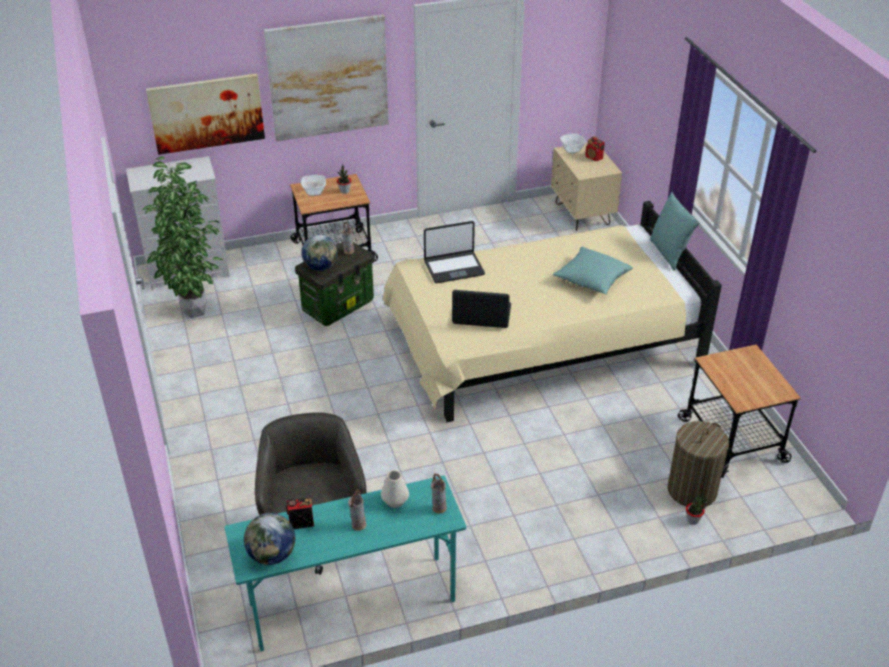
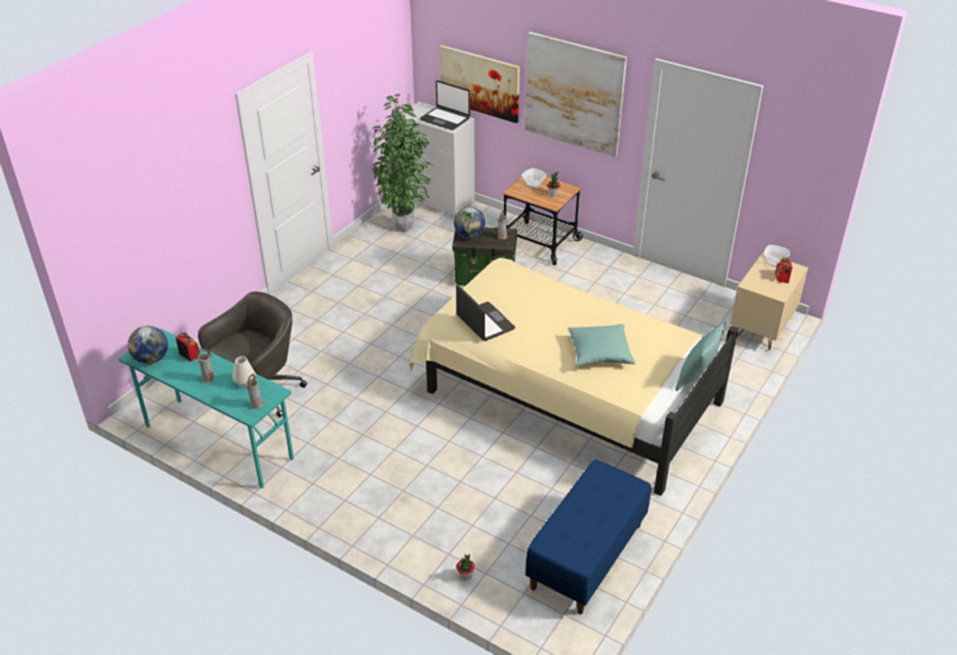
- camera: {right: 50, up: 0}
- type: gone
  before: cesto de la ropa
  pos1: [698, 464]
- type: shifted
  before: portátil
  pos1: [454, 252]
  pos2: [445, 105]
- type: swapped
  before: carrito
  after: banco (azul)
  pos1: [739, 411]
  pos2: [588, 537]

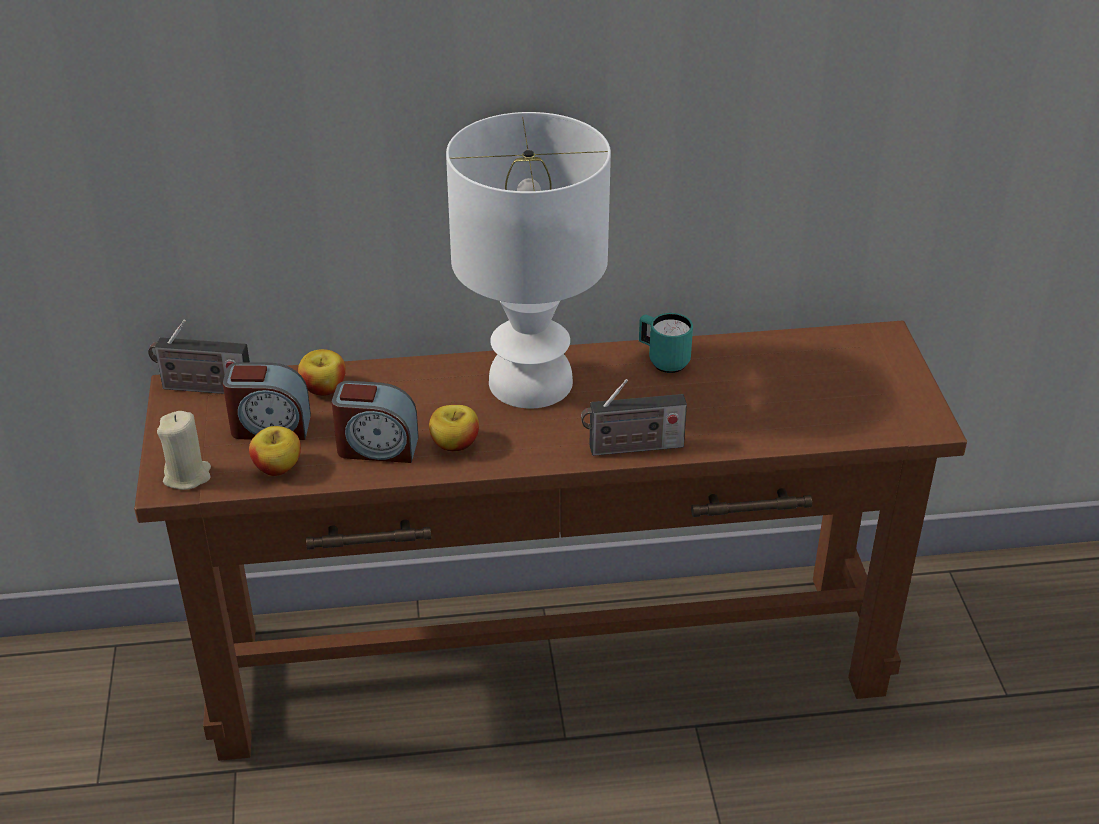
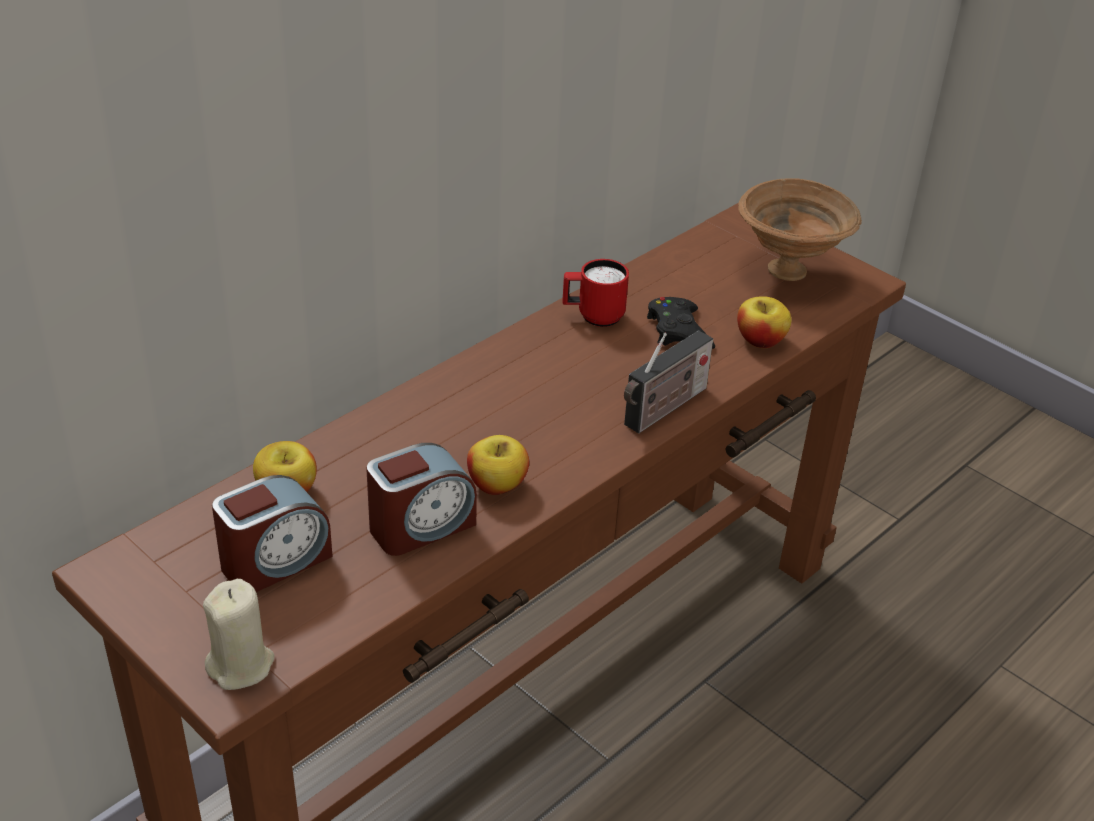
- camera: {right: -40, up: 0}
- type: gone
  before: radio
  pos1: [199, 357]
- type: gone
  before: lámpara de mesa (blanco)
  pos1: [528, 260]
- type: new
  after: mando de consola (negro)
  pos2: [681, 323]
- type: new
  after: cuenco (marrón)
  pos2: [800, 229]
- type: shifted
  before: manzana
  pos1: [275, 451]
  pos2: [764, 322]
- type: repainted
  before: taza grande (turquesa)
  after: taza grande (rojo)
  pos1: [666, 343]
  pos2: [595, 293]

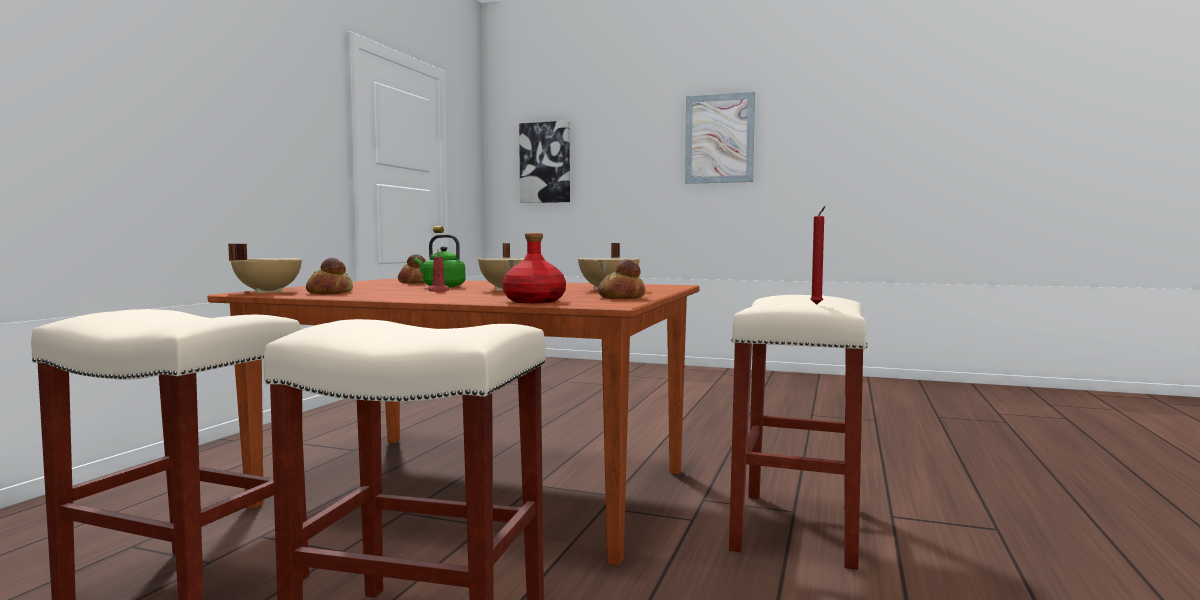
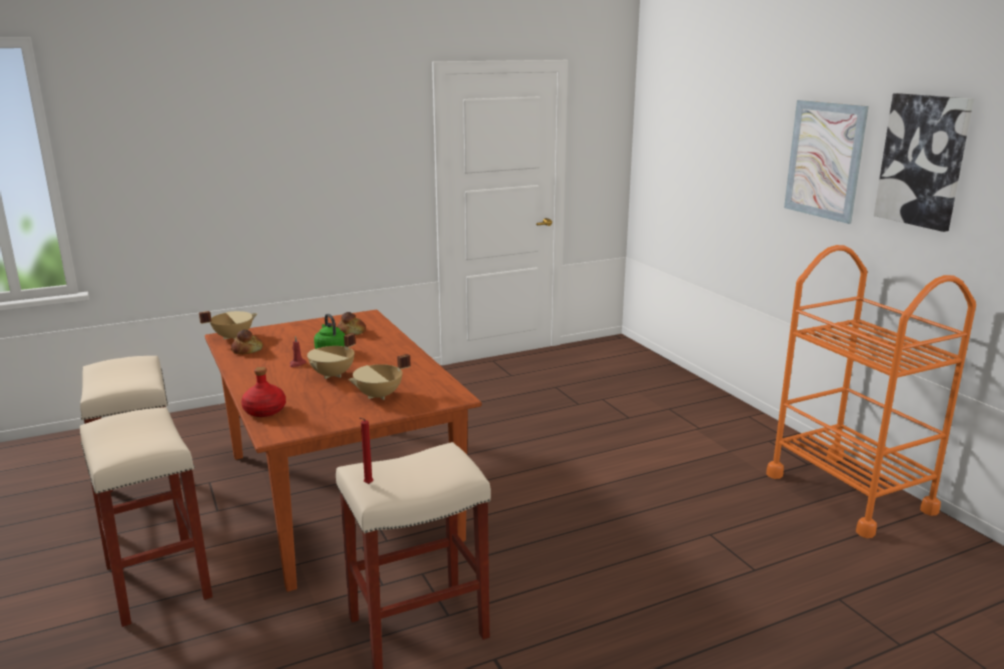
- camera: {right: 45, up: 15}
- type: gone
  before: pan
  pos1: [621, 279]
- type: new
  after: carrito (naranja)
  pos2: [871, 391]
- type: shifted
  before: cuadro
  pos1: [544, 162]
  pos2: [924, 162]

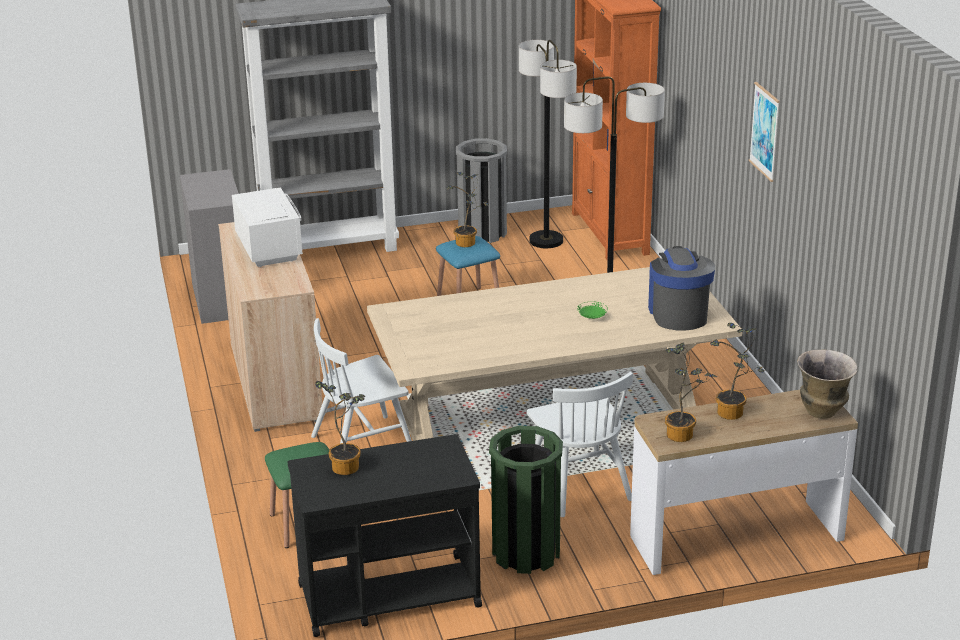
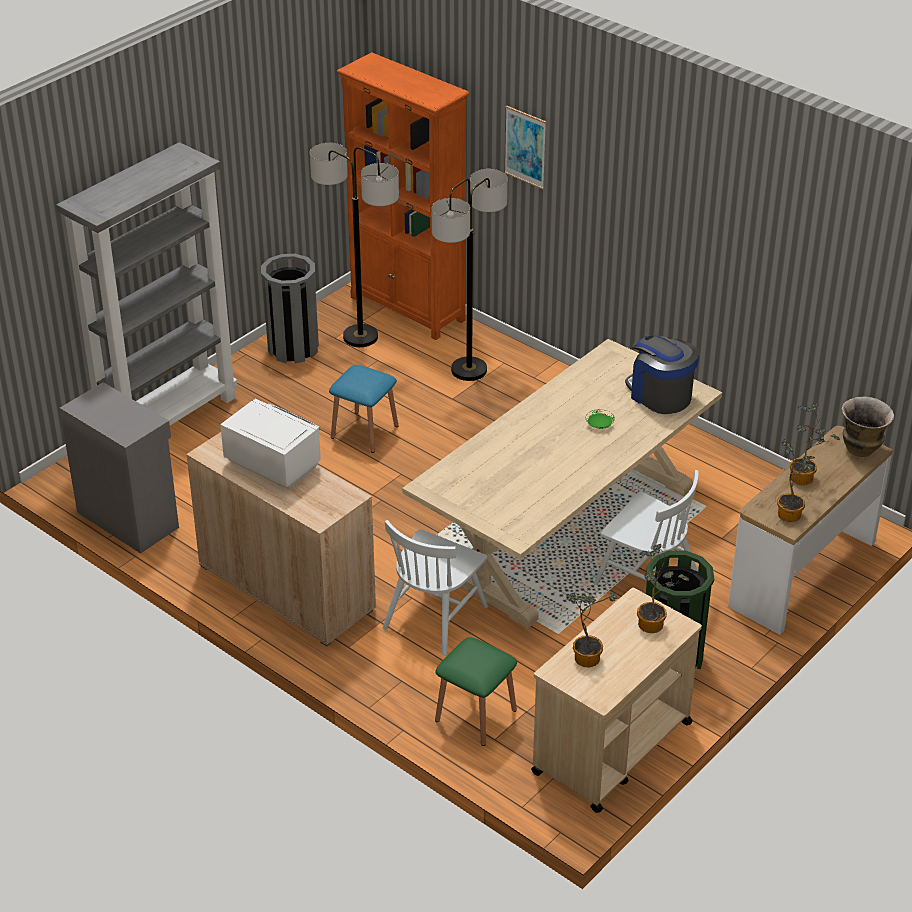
- camera: {right: -35, up: 10}
- type: shifted
  before: planta en maceta
  pos1: [467, 209]
  pos2: [663, 588]
- type: shifted
  before: cuadro
  pos1: [764, 132]
  pos2: [525, 148]
- type: repainted
  before: carrito (negro)
  after: carrito (beis)
  pos1: [385, 535]
  pos2: [616, 700]

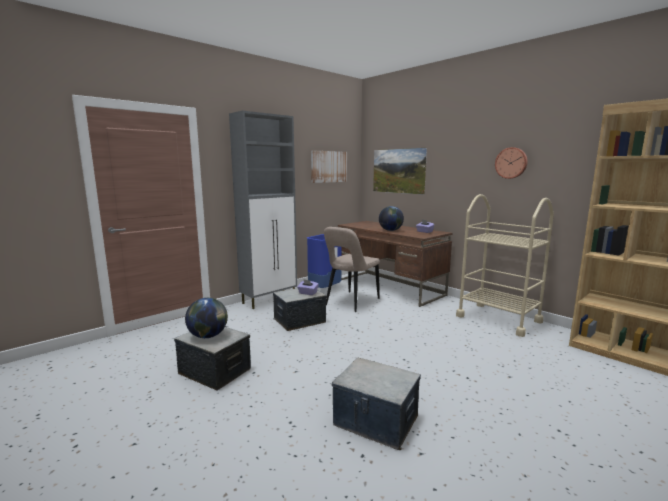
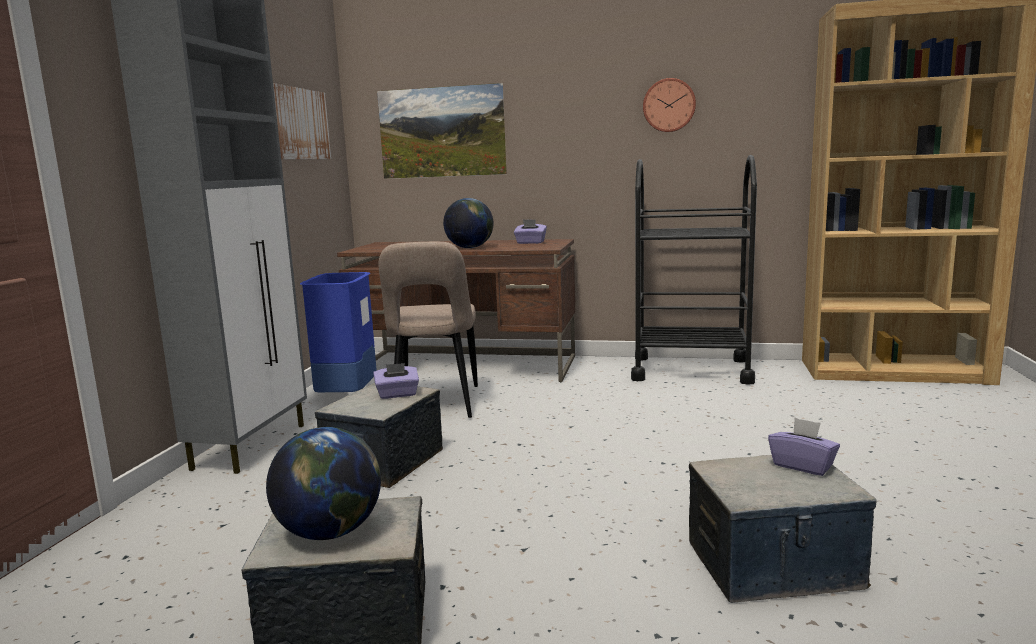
- camera: {right: -35, up: 0}
- type: new
  after: caja de pañuelos (morado)
  pos2: [804, 447]
- type: repainted
  before: carrito (beis)
  after: carrito (negro)
  pos1: [505, 265]
  pos2: [694, 270]

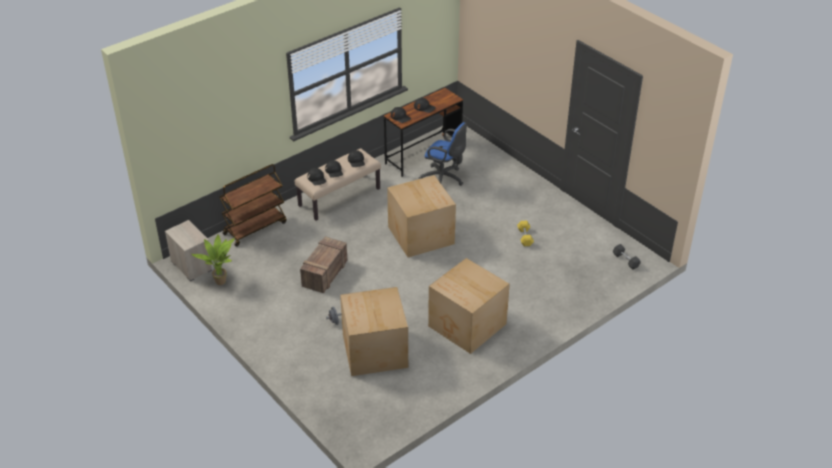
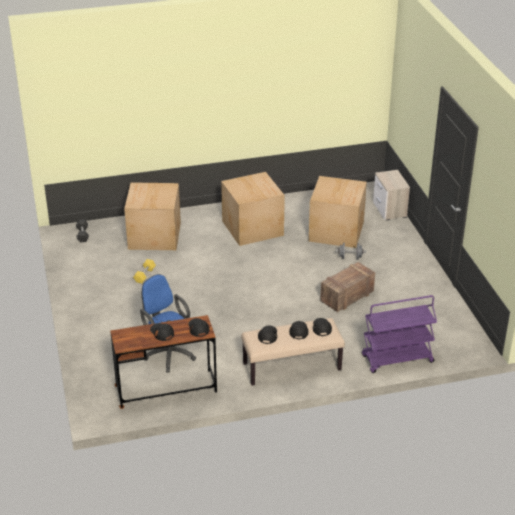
- camera: {right: -155, up: -5}
- type: gone
  before: planta en maceta
  pos1: [213, 259]
- type: shifted
  before: mesita de noche
  pos1: [189, 250]
  pos2: [391, 195]
- type: shifted
  before: caja de cartón
  pos1: [421, 216]
  pos2: [152, 216]
- type: repainted
  before: carrito (marrón)
  after: carrito (morado)
  pos1: [253, 205]
  pos2: [399, 334]

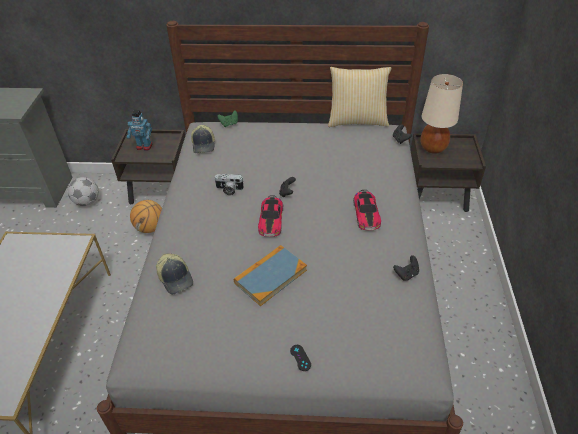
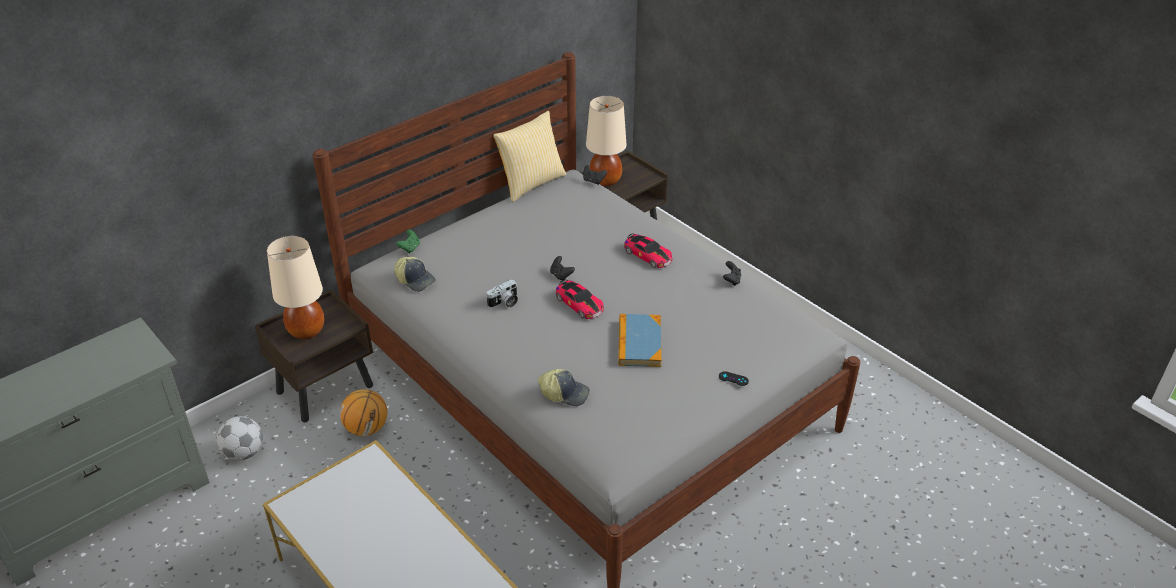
- camera: {right: -45, up: -5}
- type: swapped
  before: robot de juguete
  after: lámpara de mesa (beis)
  pos1: [140, 130]
  pos2: [295, 288]

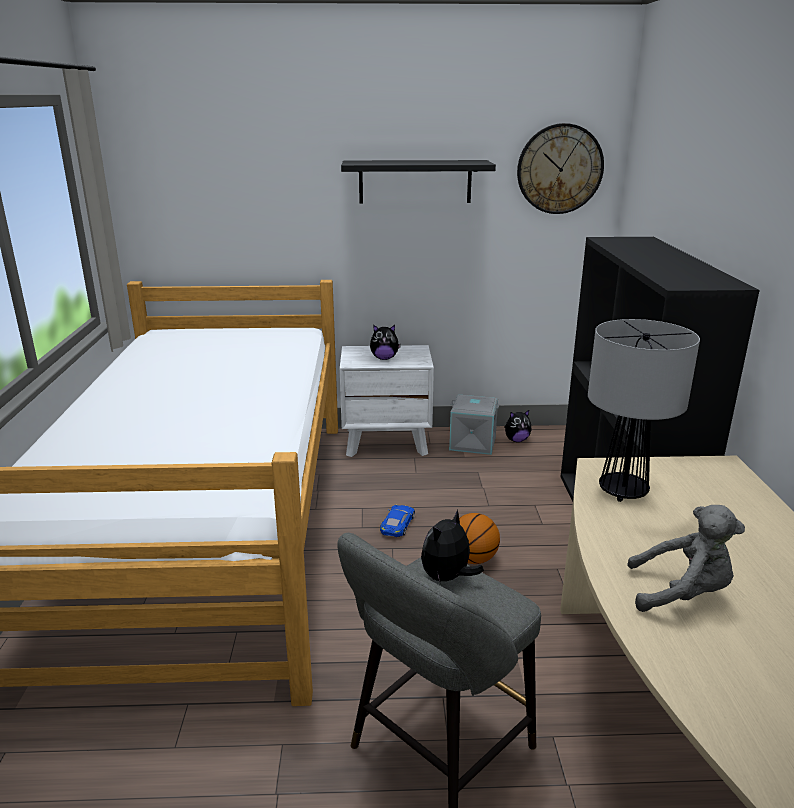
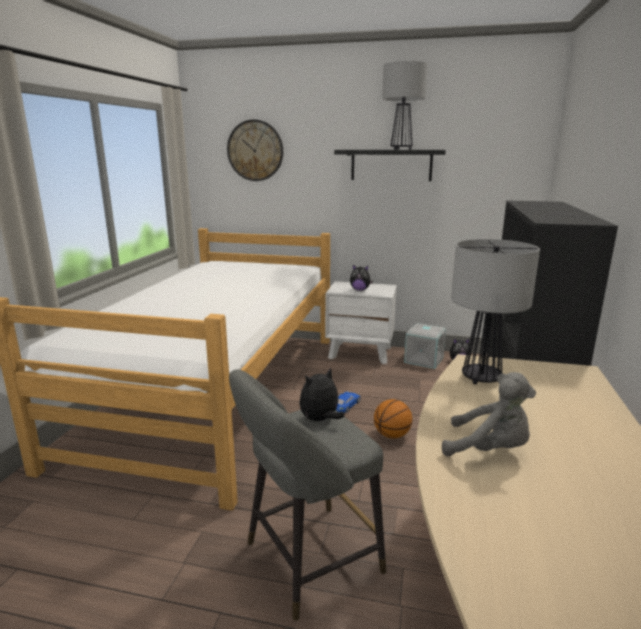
- camera: {right: 15, up: -5}
- type: new
  after: lámpara de mesa
  pos2: [405, 105]
- type: shifted
  before: reloj de pared
  pos1: [560, 168]
  pos2: [255, 150]

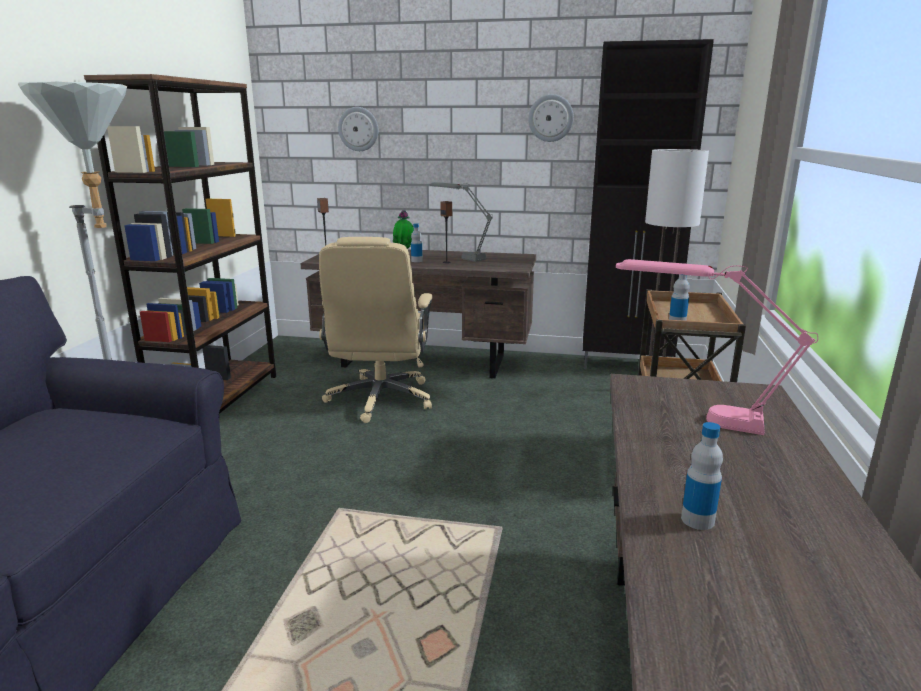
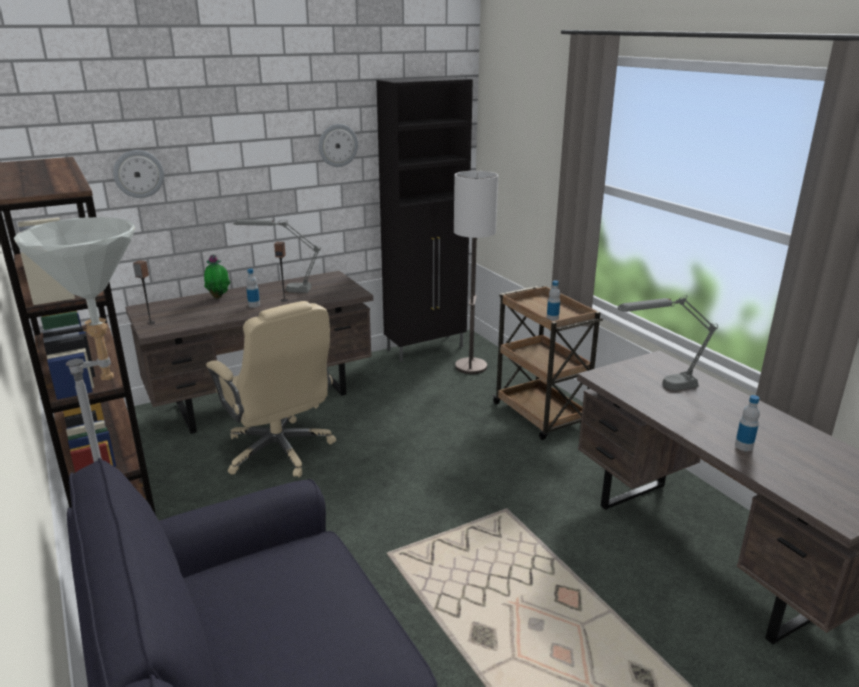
- camera: {right: -40, up: 5}
- type: repainted
  before: lámpara de mesa (rosa)
  after: lámpara de mesa (gris)
  pos1: [717, 347]
  pos2: [668, 342]

